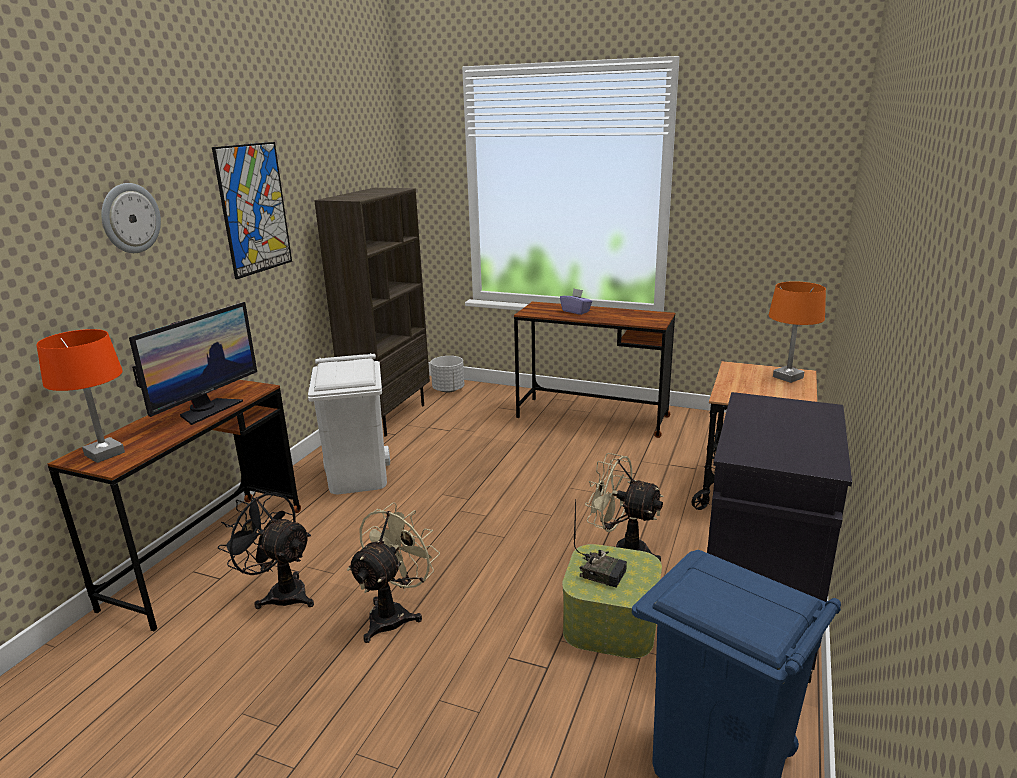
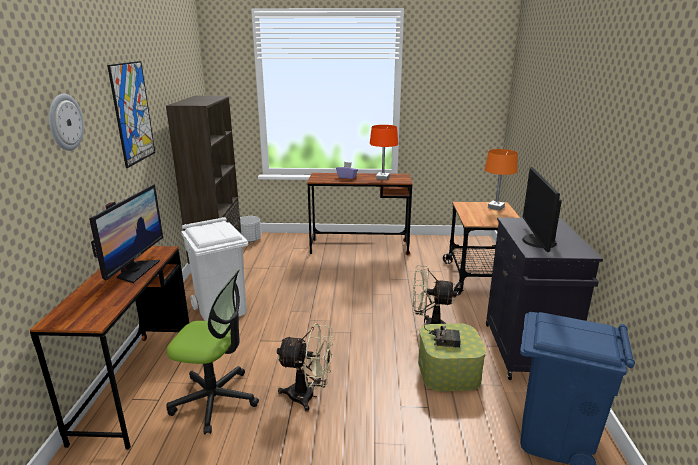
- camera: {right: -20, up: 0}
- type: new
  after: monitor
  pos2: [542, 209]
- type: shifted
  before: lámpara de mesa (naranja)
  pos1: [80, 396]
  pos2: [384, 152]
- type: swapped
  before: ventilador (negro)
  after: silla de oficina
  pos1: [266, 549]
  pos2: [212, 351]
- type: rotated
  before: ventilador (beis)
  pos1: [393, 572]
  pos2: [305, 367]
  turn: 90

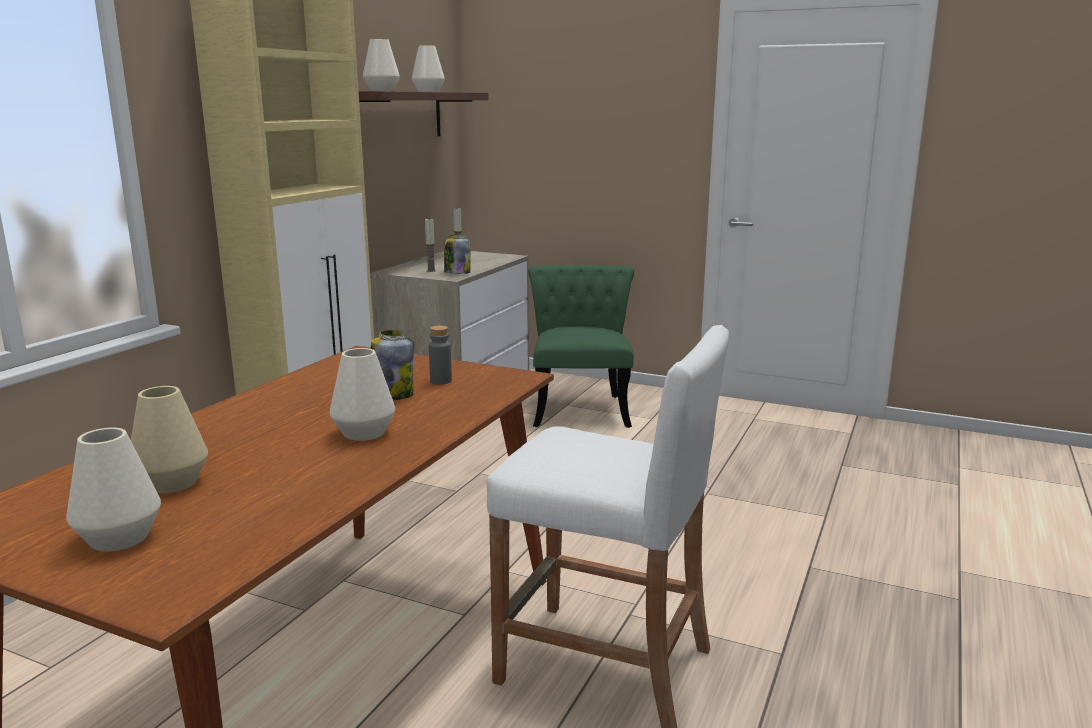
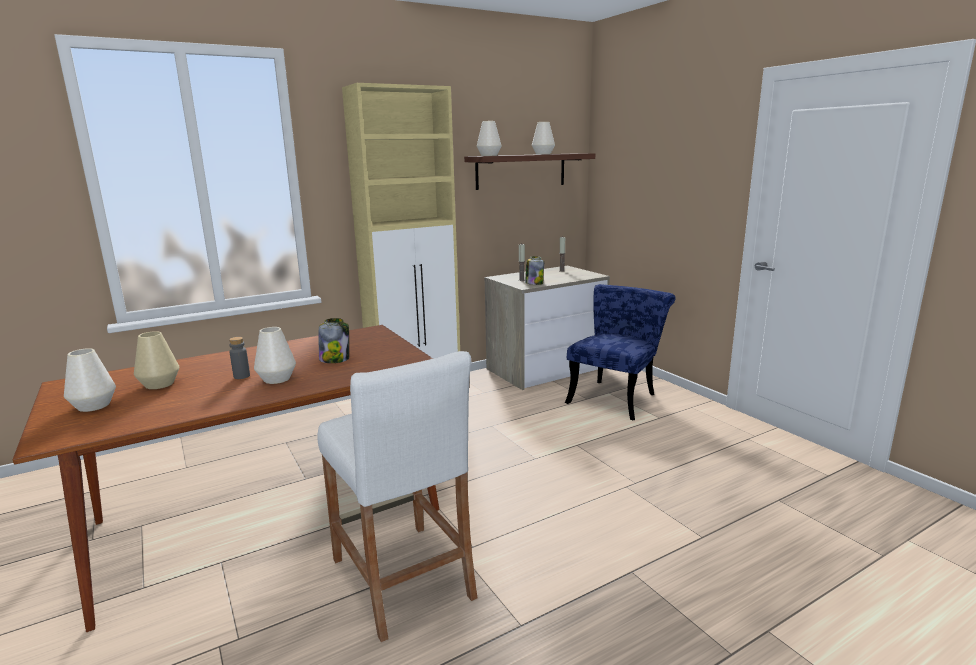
- camera: {right: 35, up: 0}
- type: shifted
  before: botella (gris)
  pos1: [440, 355]
  pos2: [239, 358]
- type: repainted
  before: silla (verde)
  after: silla (azul)
  pos1: [581, 346]
  pos2: [620, 352]

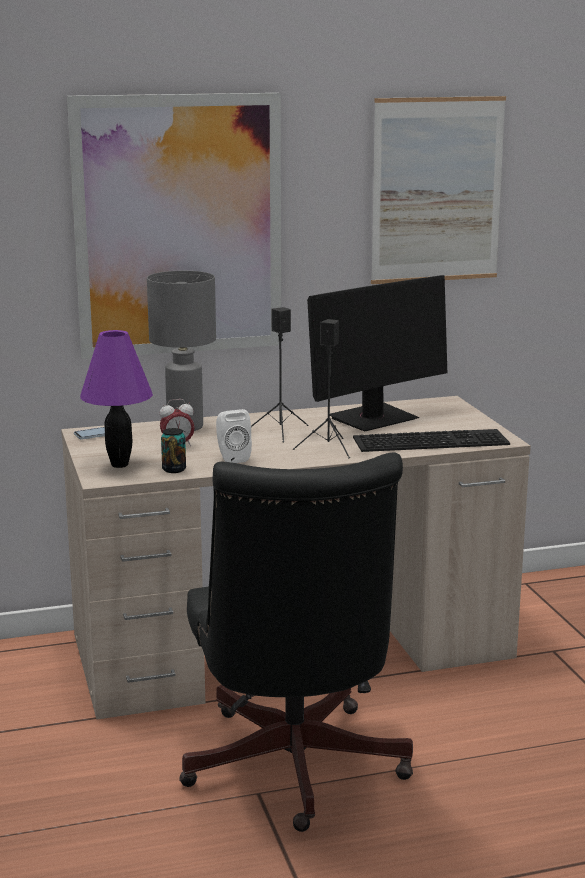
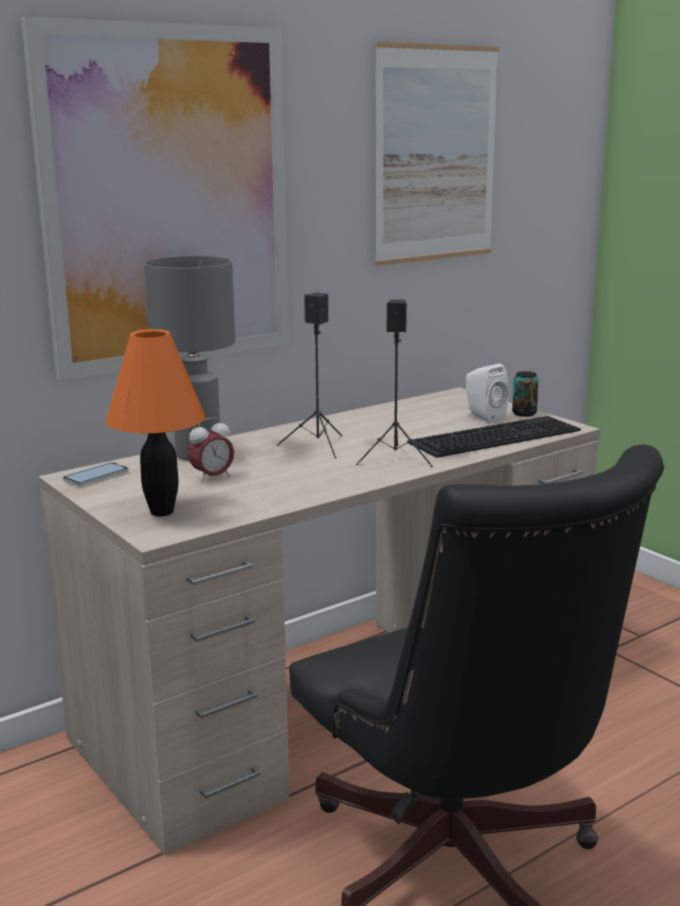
- camera: {right: -20, up: 0}
- type: gone
  before: monitor
  pos1: [377, 353]
- type: shifted
  before: lata
  pos1: [173, 450]
  pos2: [525, 394]
- type: shifted
  before: altavoz (blanco)
  pos1: [234, 436]
  pos2: [487, 393]
- type: repainted
  before: lámpara de mesa (morado)
  after: lámpara de mesa (naranja)
  pos1: [116, 399]
  pos2: [155, 422]

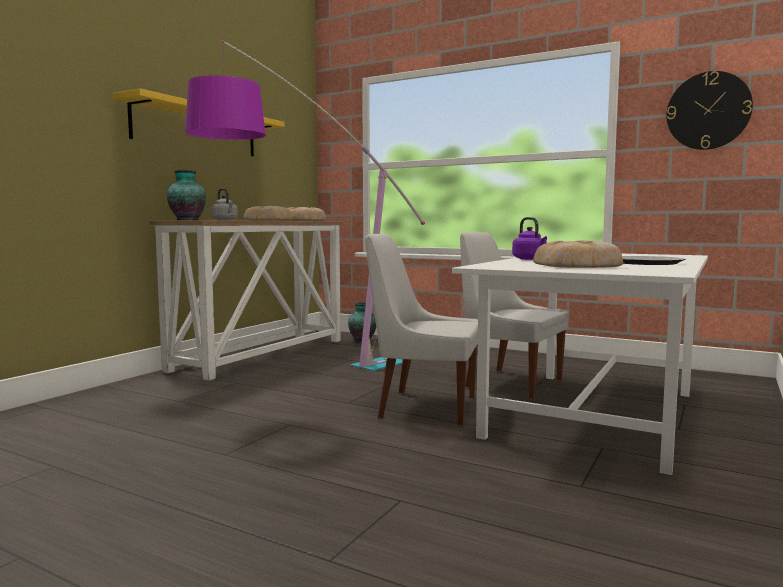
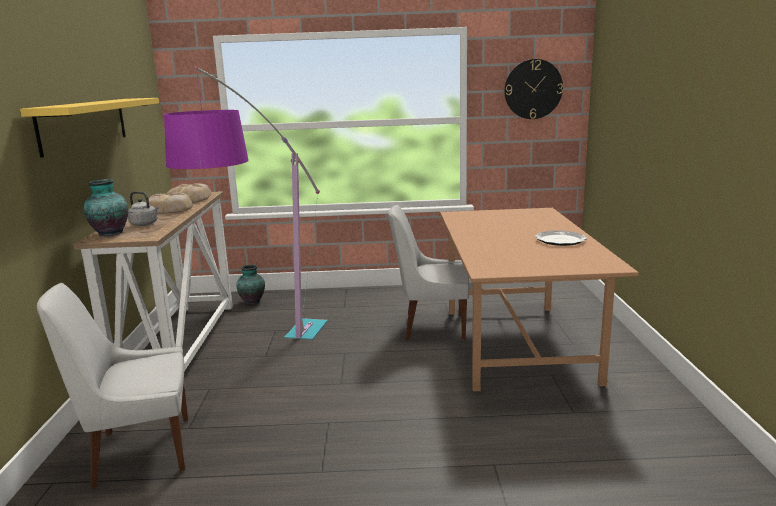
- camera: {right: -30, up: 10}
- type: gone
  before: hervidor (morado)
  pos1: [529, 238]
- type: gone
  before: pan
  pos1: [578, 254]
- type: shifted
  before: silla (blanco)
  pos1: [421, 330]
  pos2: [112, 385]
- type: repainted
  before: mesa de comedor (blanco)
  after: mesa de comedor (marrón)
  pos1: [580, 364]
  pos2: [539, 299]

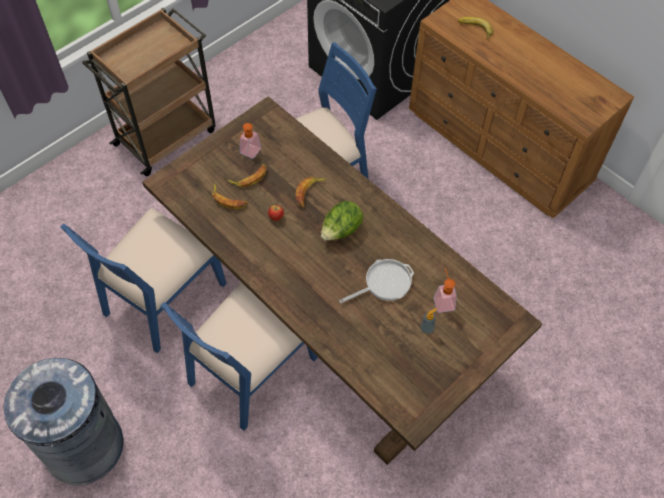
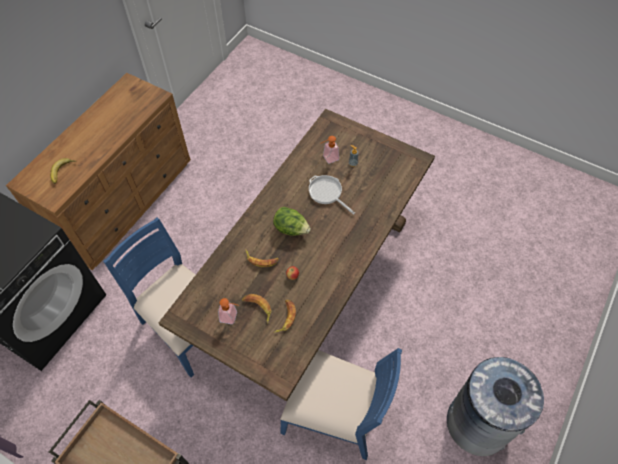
- camera: {right: -105, up: 0}
- type: gone
  before: silla (azul)
  pos1: [239, 356]

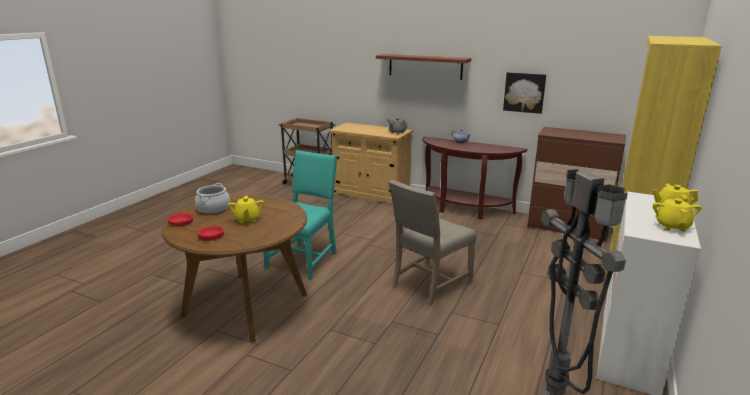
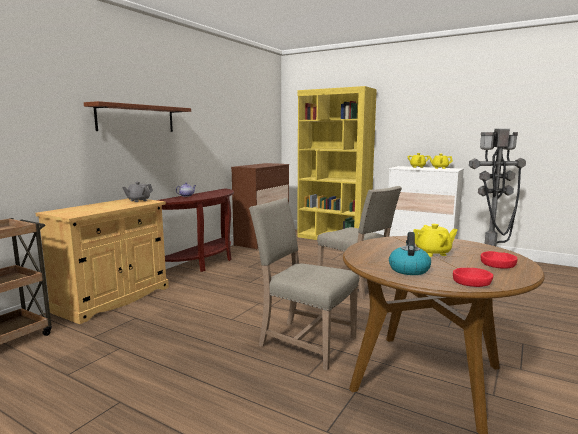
- camera: {right: -85, up: -10}
- type: gone
  before: cuadro
  pos1: [524, 93]
- type: swapped
  before: olla
  after: hervidor
  pos1: [212, 198]
  pos2: [410, 253]
- type: repainted
  before: silla (turquesa)
  after: silla (beis)
  pos1: [300, 215]
  pos2: [304, 284]

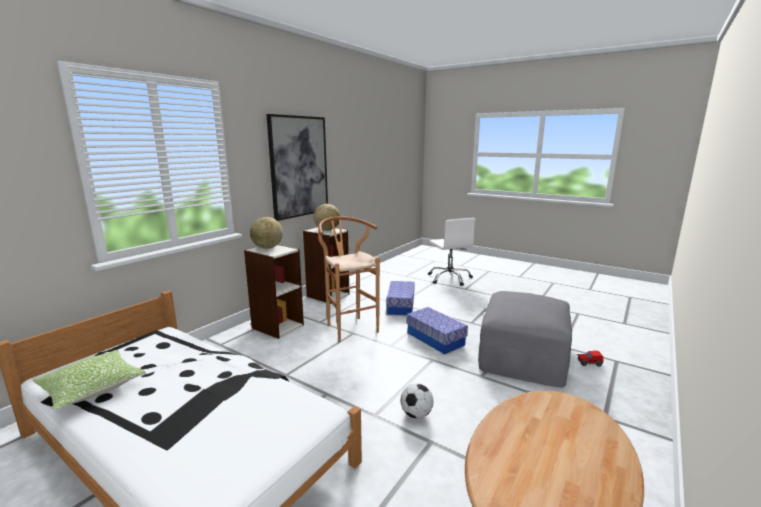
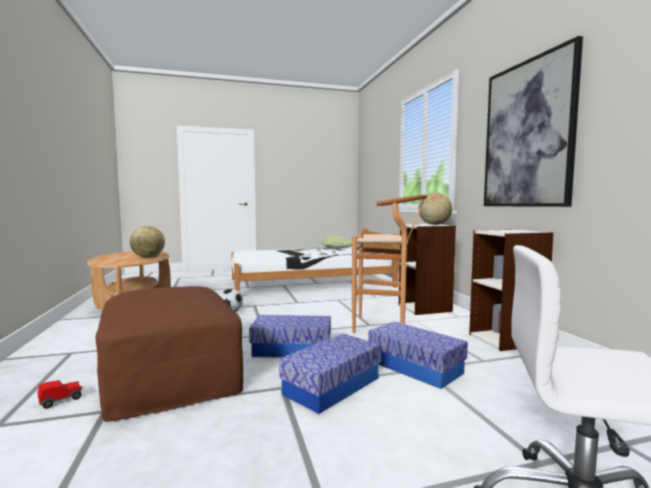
- camera: {right: 130, up: -10}
- type: new
  after: caja de almacenaje
  pos2: [330, 373]
- type: shifted
  before: globo terráqueo
  pos1: [327, 217]
  pos2: [147, 242]
- type: repainted
  before: puf (gris)
  after: puf (marrón)
  pos1: [525, 339]
  pos2: [169, 354]

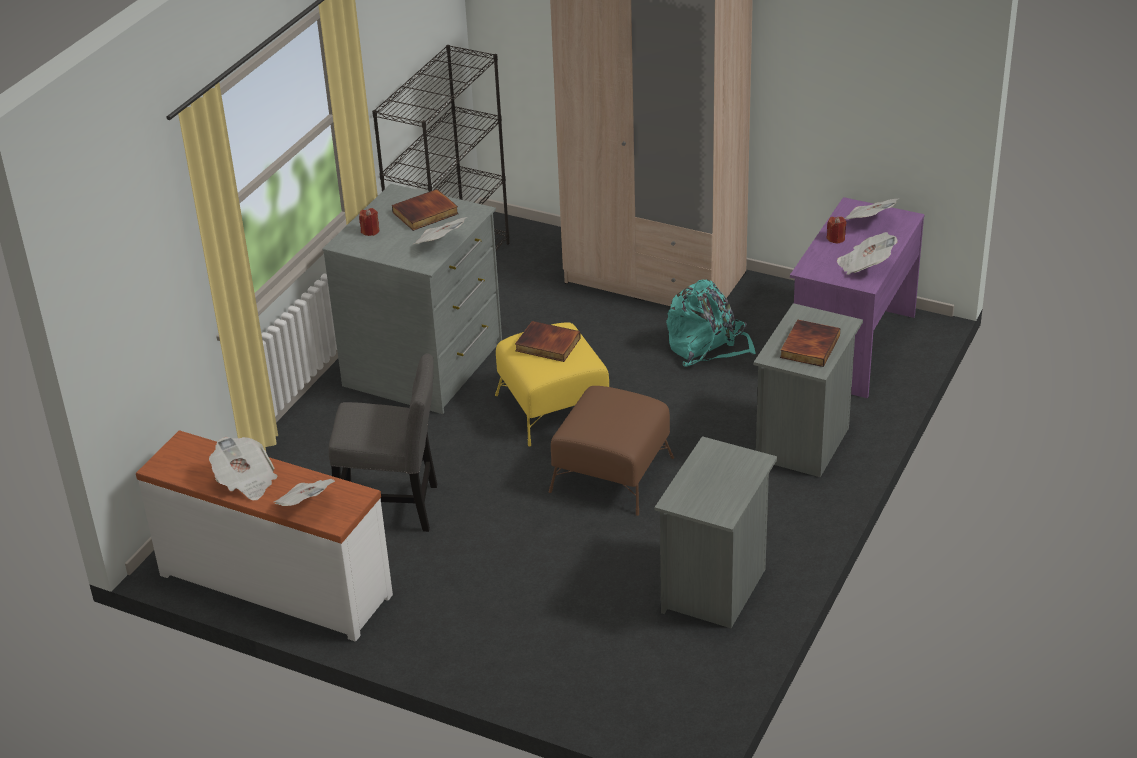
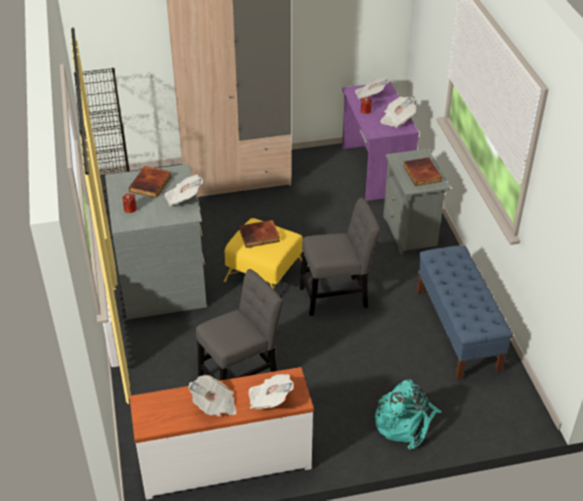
- camera: {right: -40, up: 5}
- type: shifted
  before: mochila (turquesa)
  pos1: [711, 323]
  pos2: [408, 414]
- type: swapped
  before: puf (marrón)
  after: silla (gris)
  pos1: [611, 451]
  pos2: [339, 256]
- type: swapped
  before: mesita de noche (gris)
  after: banco (azul)
  pos1: [716, 532]
  pos2: [465, 312]

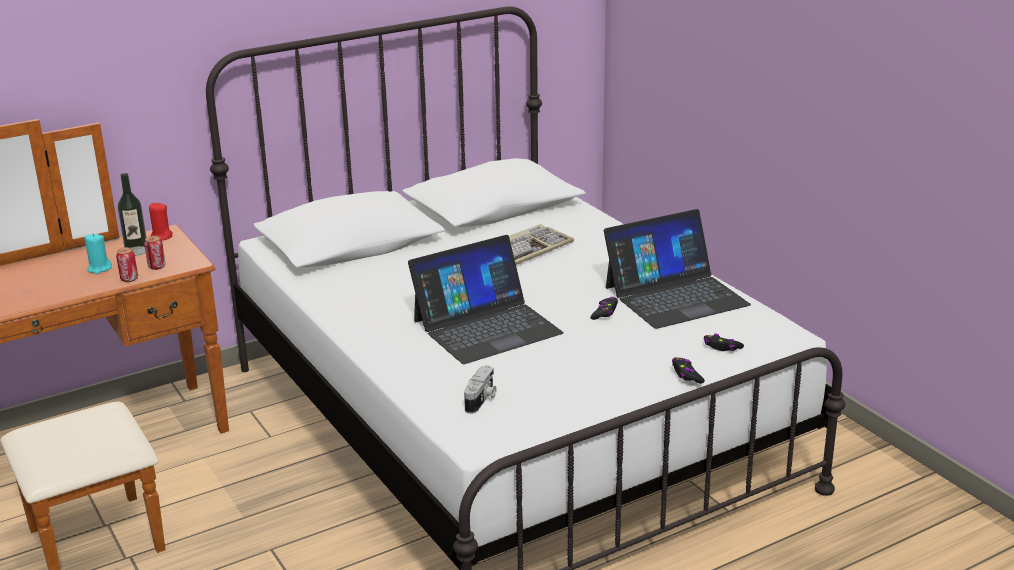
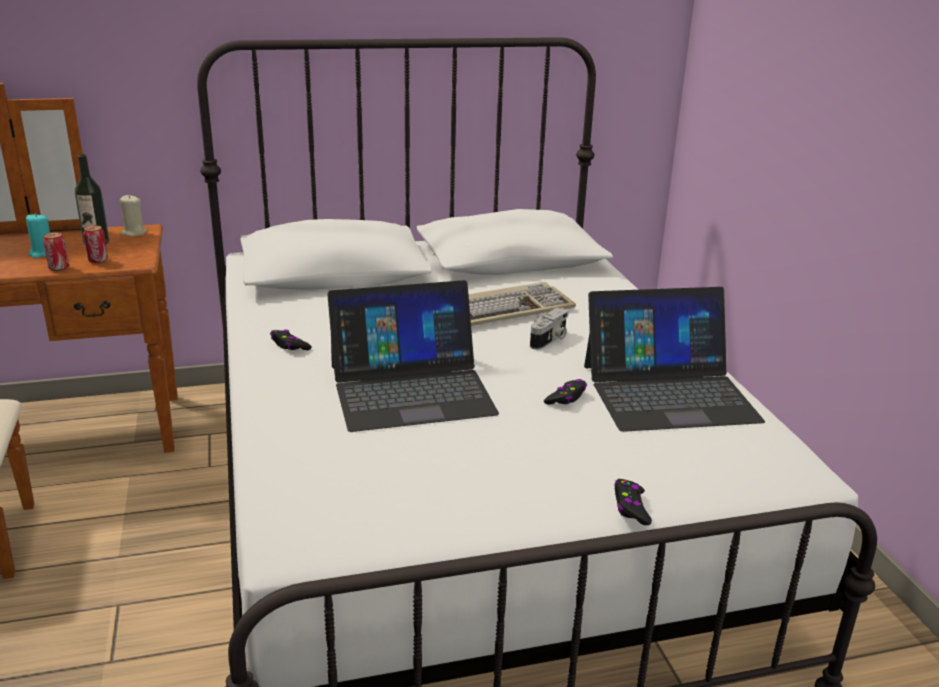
- camera: {right: 15, up: 0}
- type: shifted
  before: cámara
  pos1: [480, 389]
  pos2: [549, 329]
- type: shifted
  before: mando de consola (negro)
  pos1: [724, 342]
  pos2: [291, 339]
- type: repainted
  before: vela (rojo)
  after: vela (beis)
  pos1: [161, 221]
  pos2: [133, 216]

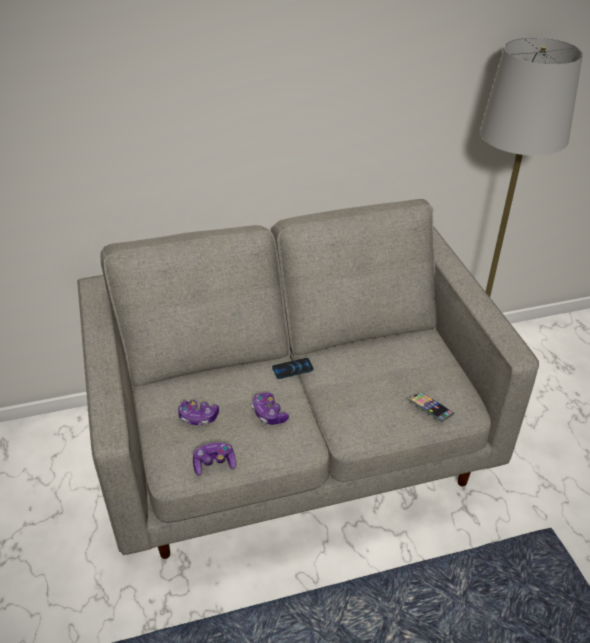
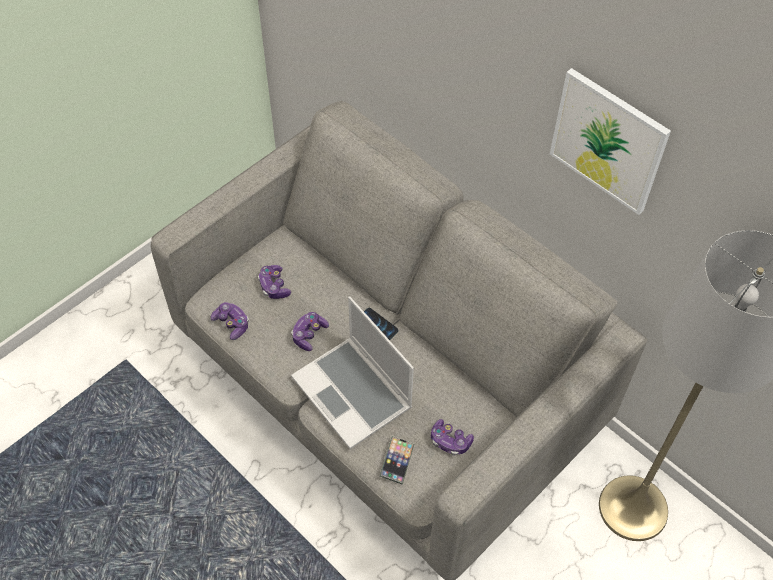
- camera: {right: 60, up: 15}
- type: new
  after: portátil
  pos2: [352, 373]
- type: new
  after: mando de consola
  pos2: [452, 437]
- type: new
  after: cuadro
  pos2: [610, 141]

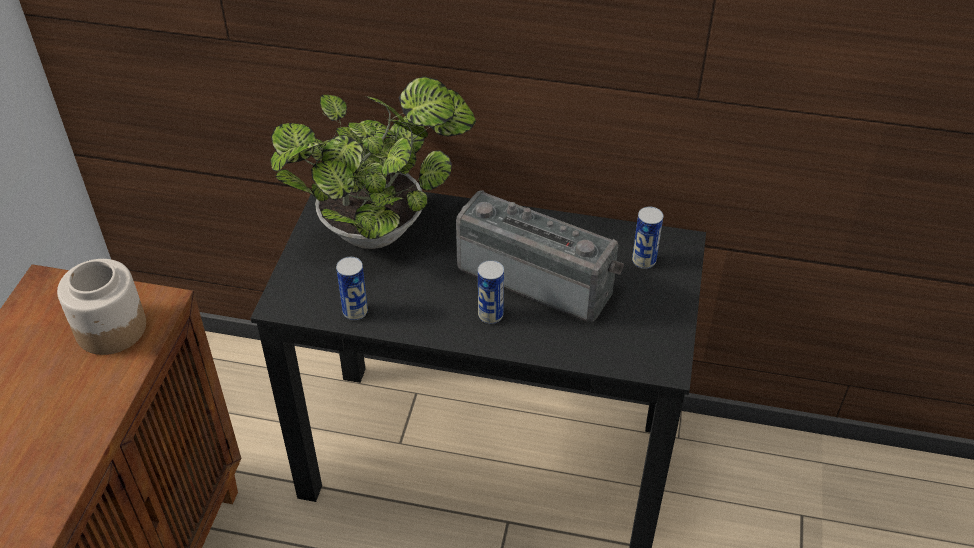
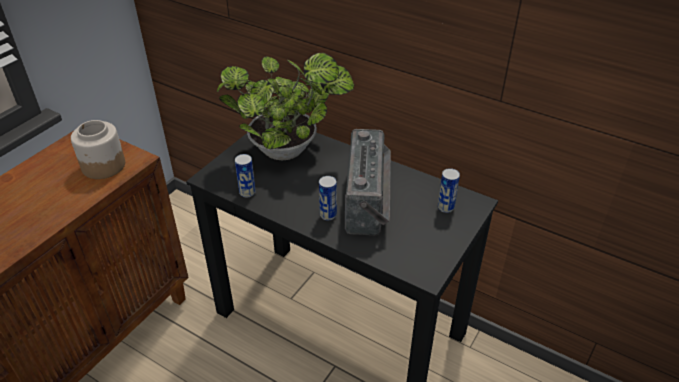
- camera: {right: 20, up: -5}
- type: rotated
  before: radio
  pos1: [540, 256]
  pos2: [368, 182]
  turn: 45

